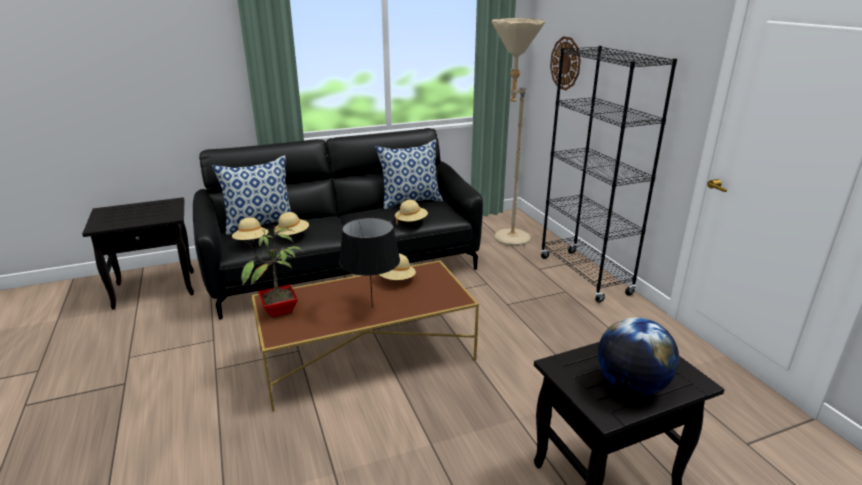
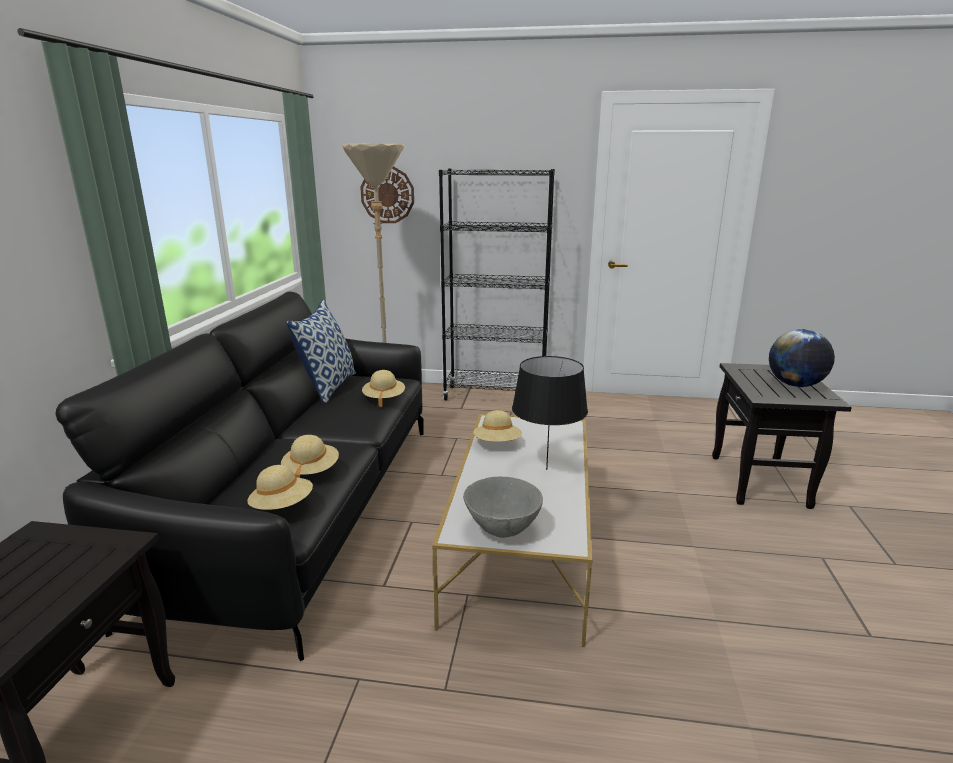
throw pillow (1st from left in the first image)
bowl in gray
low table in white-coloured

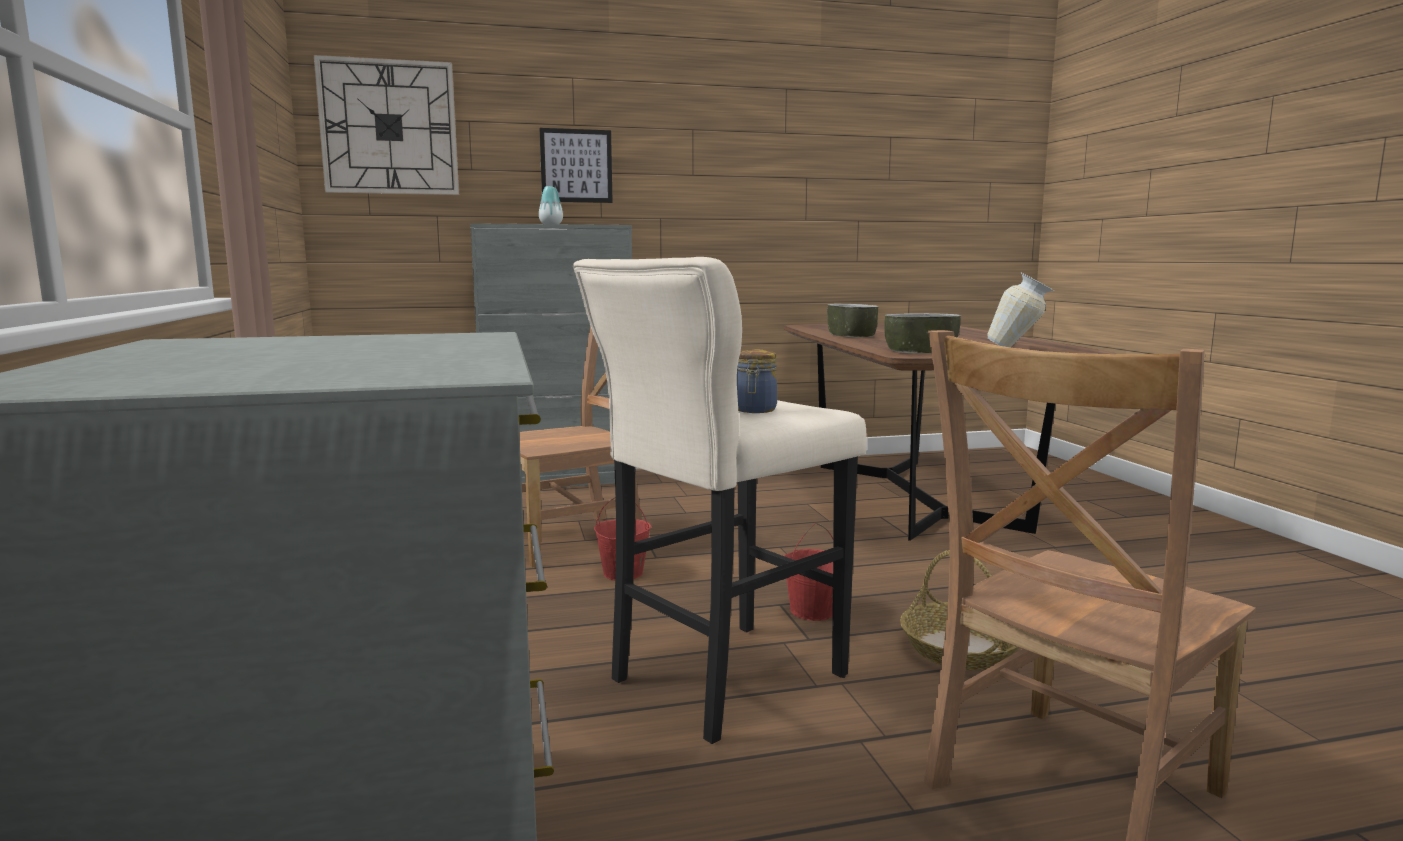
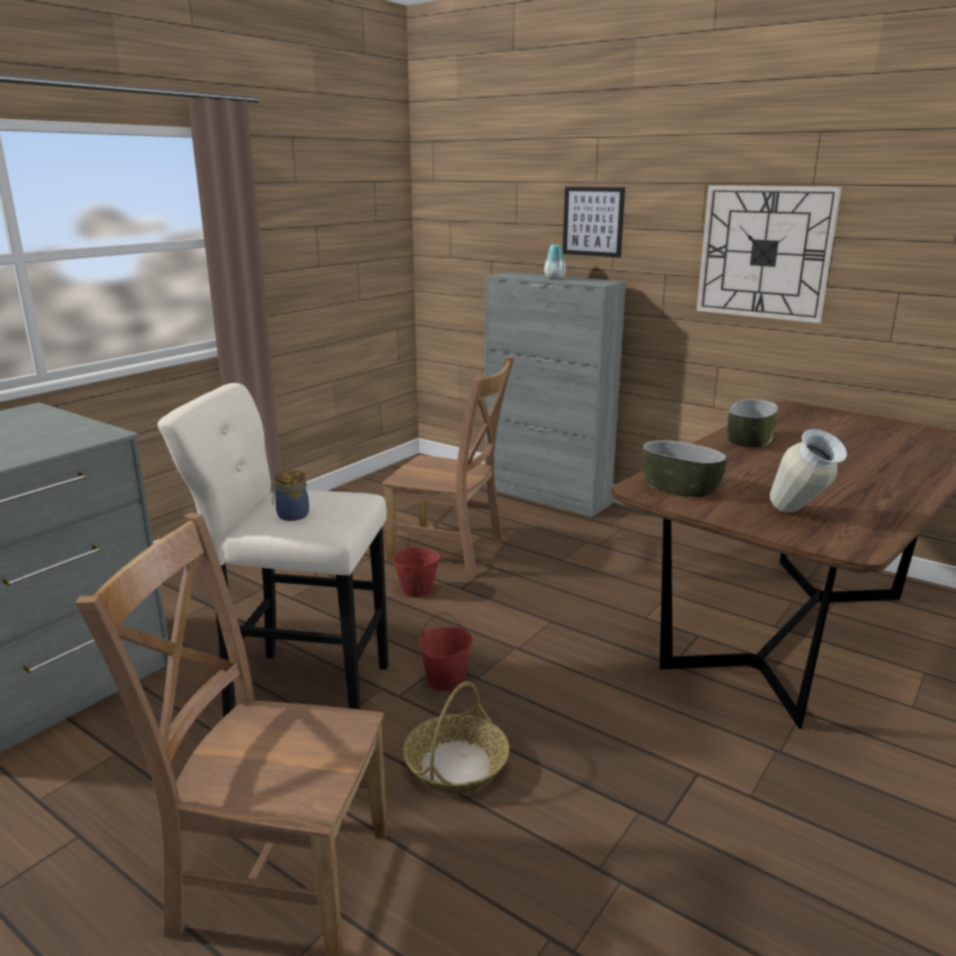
clock on the wall

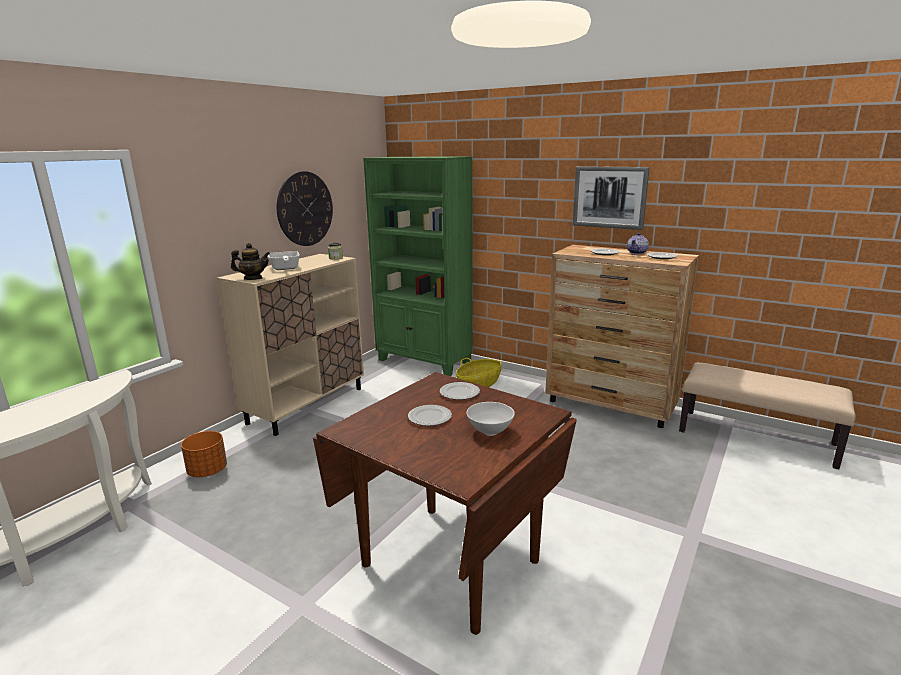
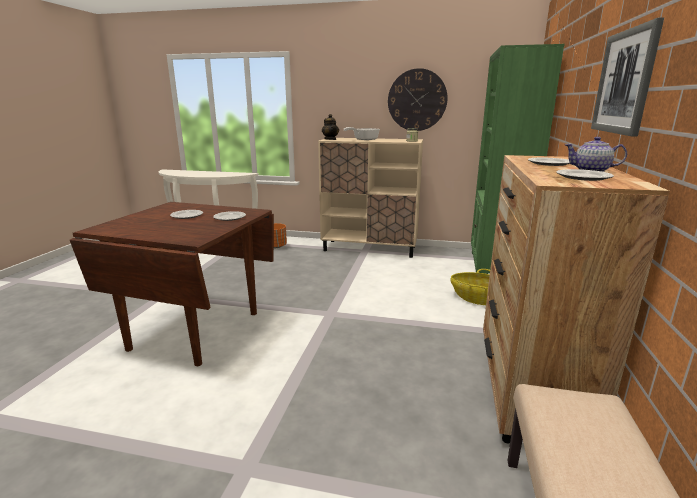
bowl in white-coloured

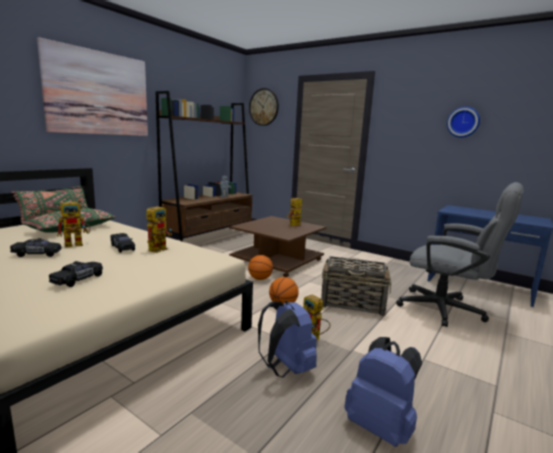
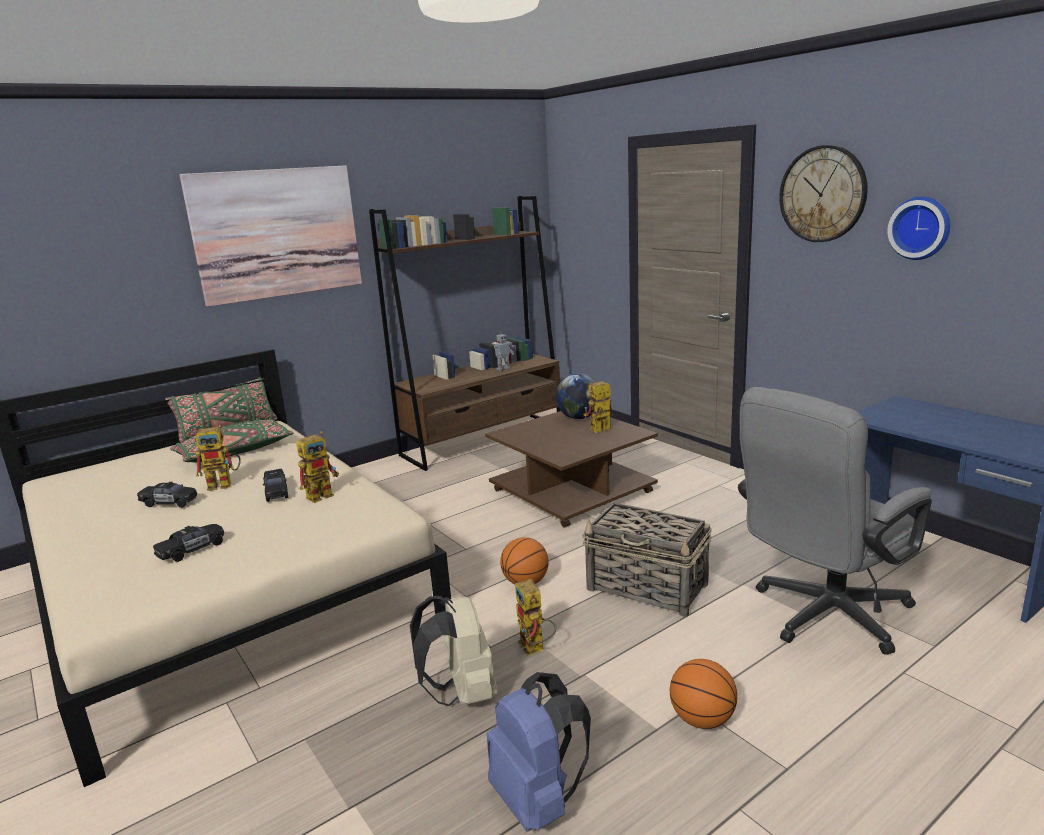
globe
basketball ball (2nd from left)
clock on the wall (1st from left)
rucksack in beige-coloured
office chair in gray

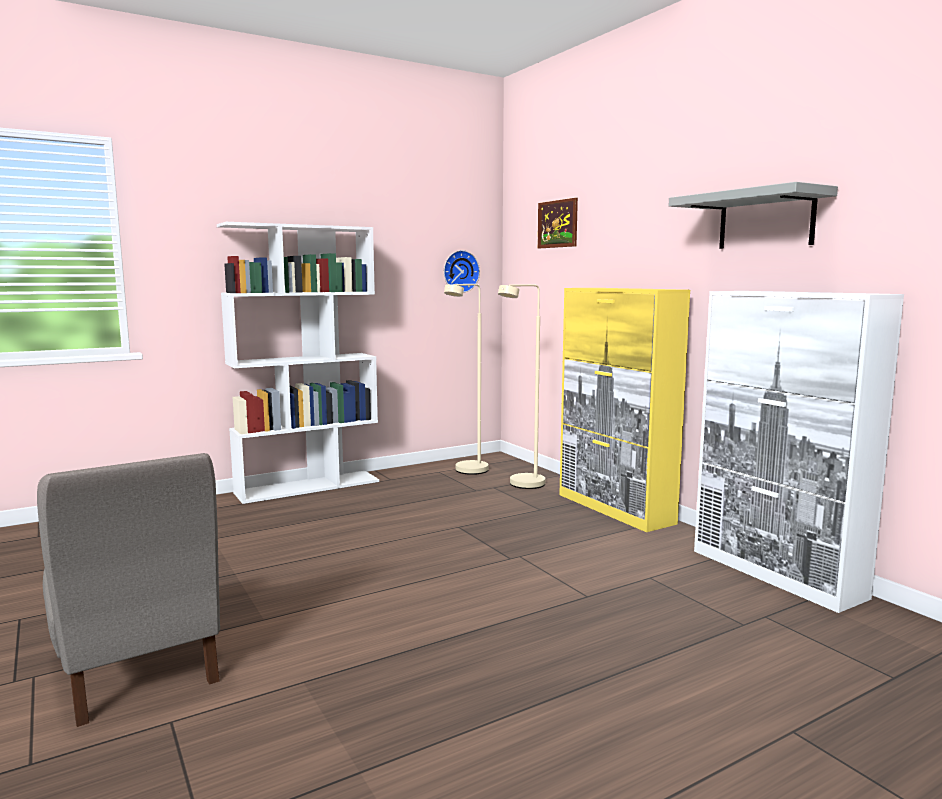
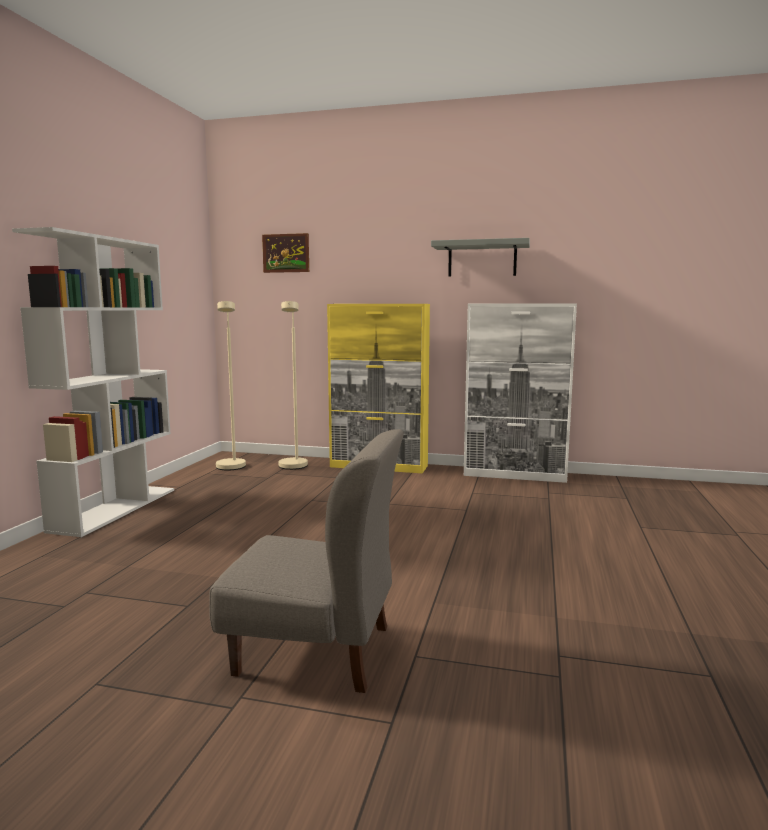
clock on the wall

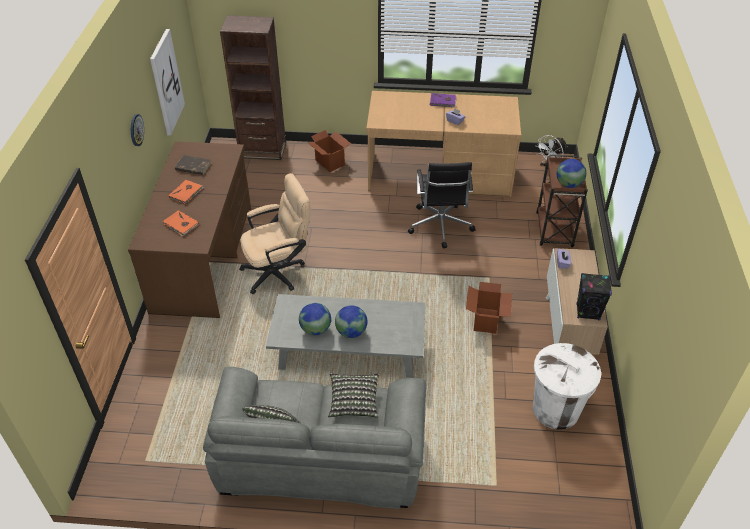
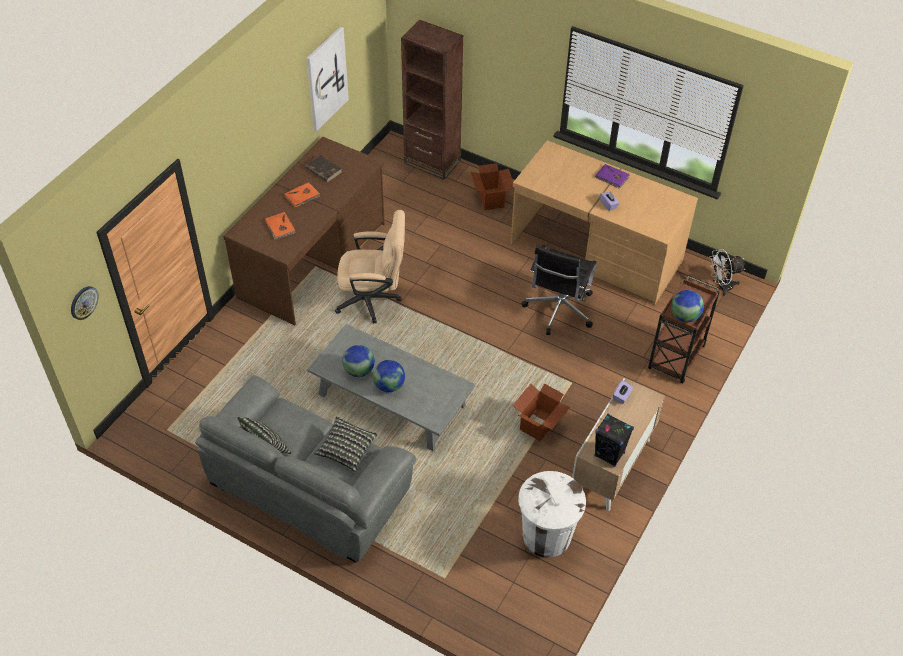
clock on the wall

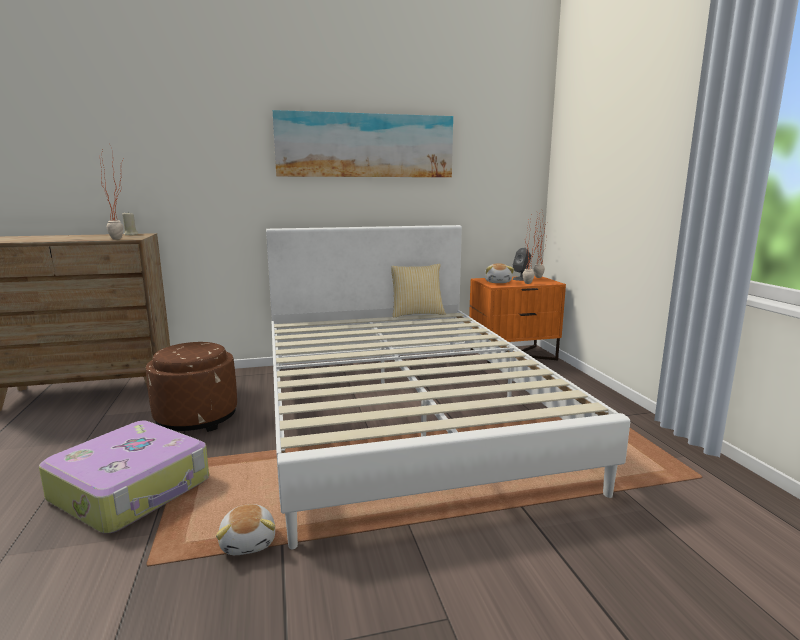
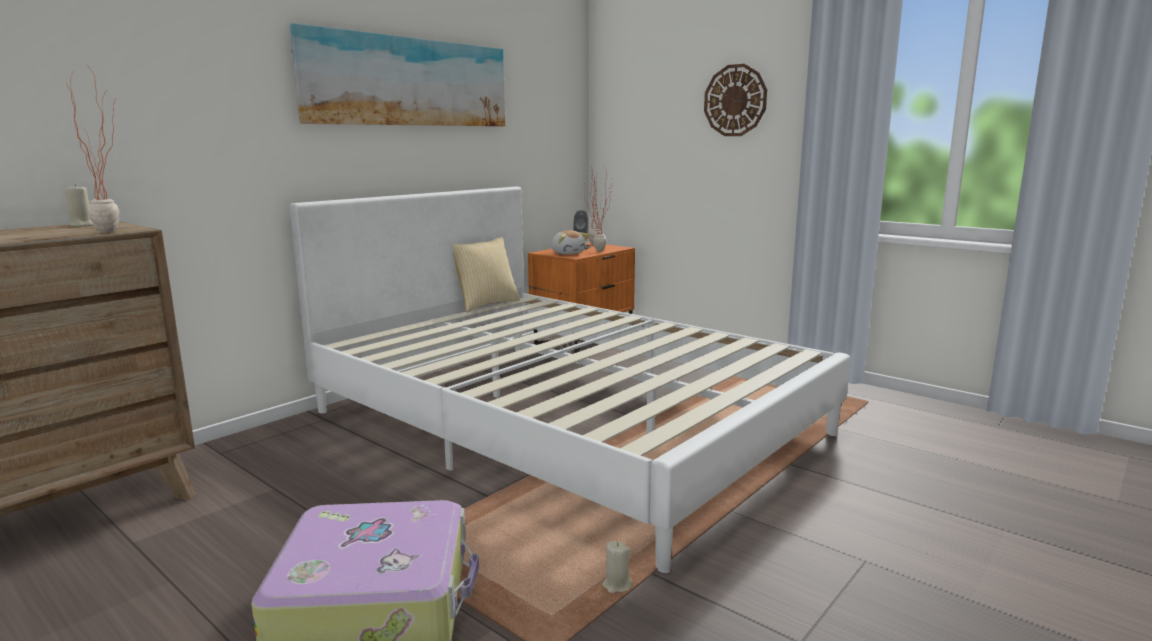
footrest in brown
clock on the wall
wax light in beige-coloured (2nd from left)

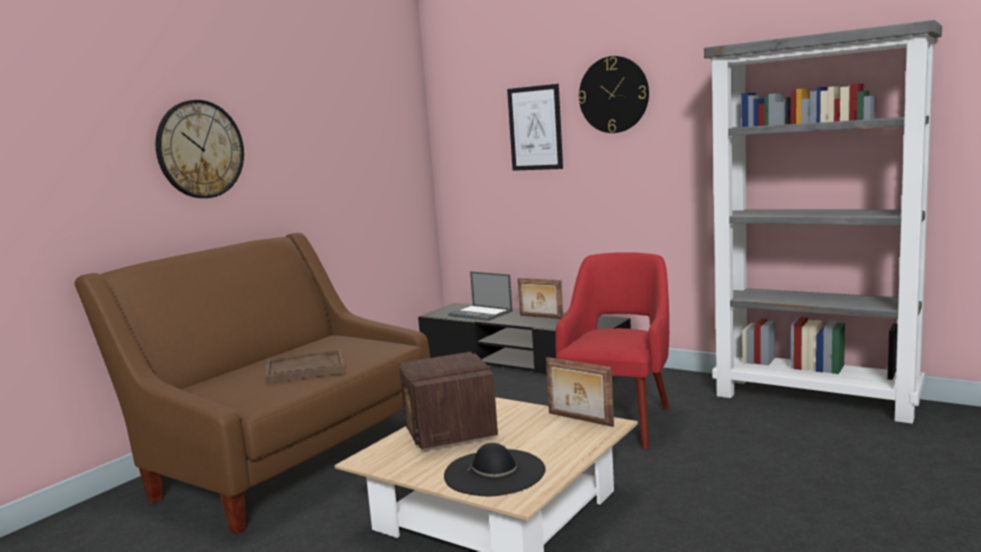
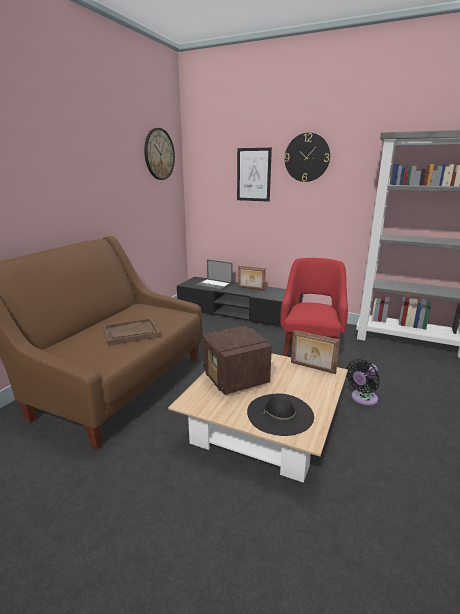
fan in black
clock on the wall (1st from left)

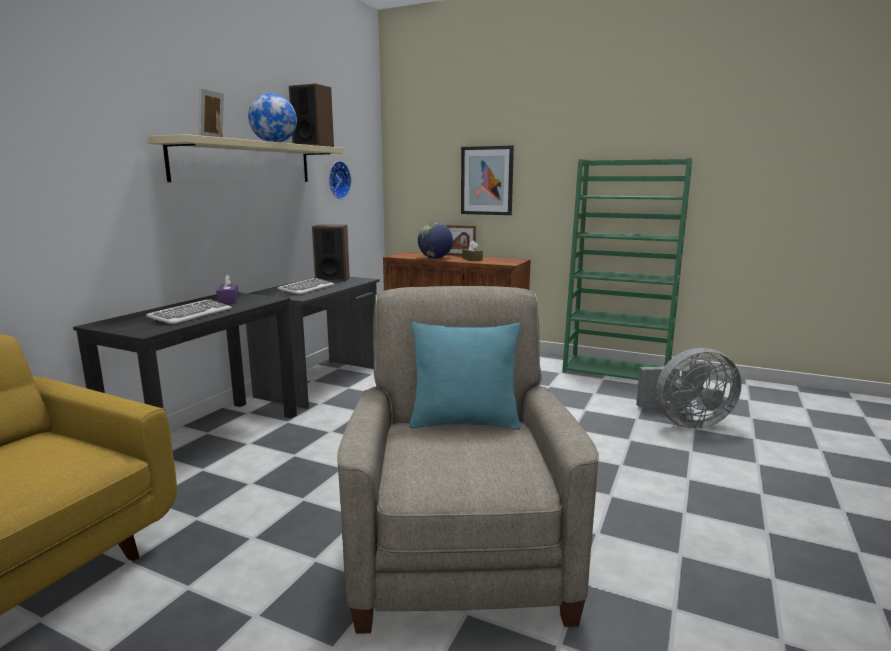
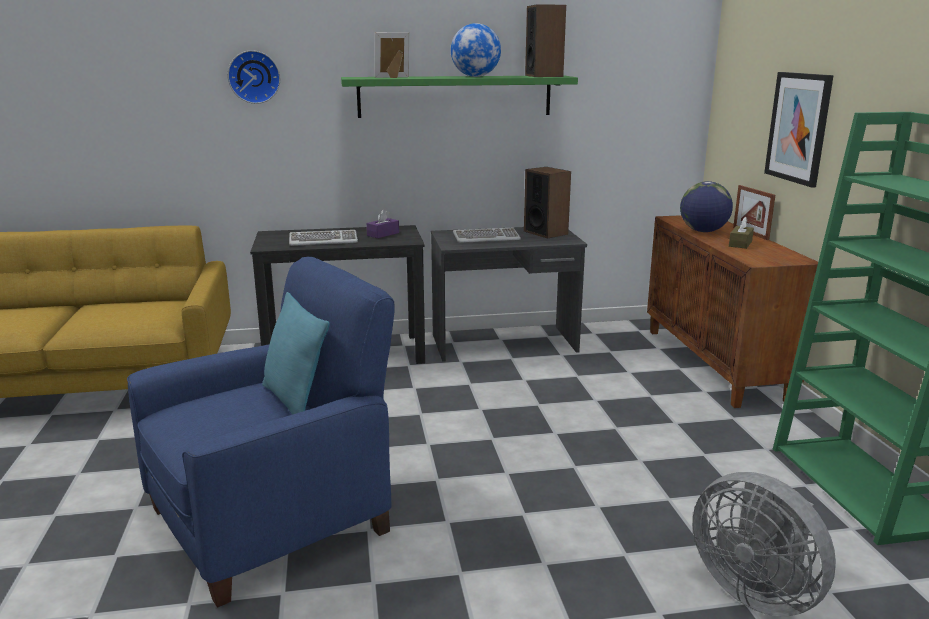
clock on the wall
wall shelf in green-coloured
lounge chair in blue

